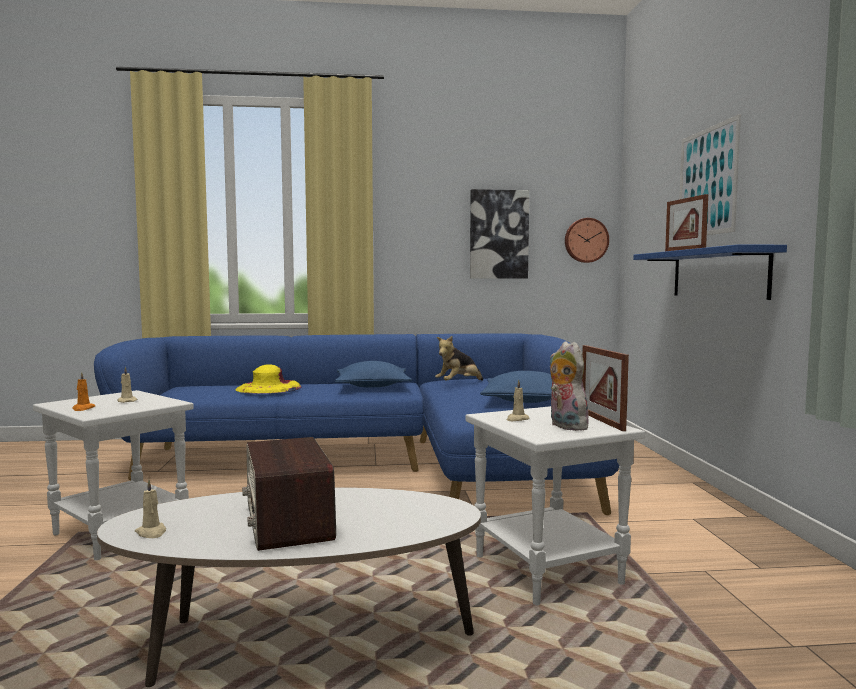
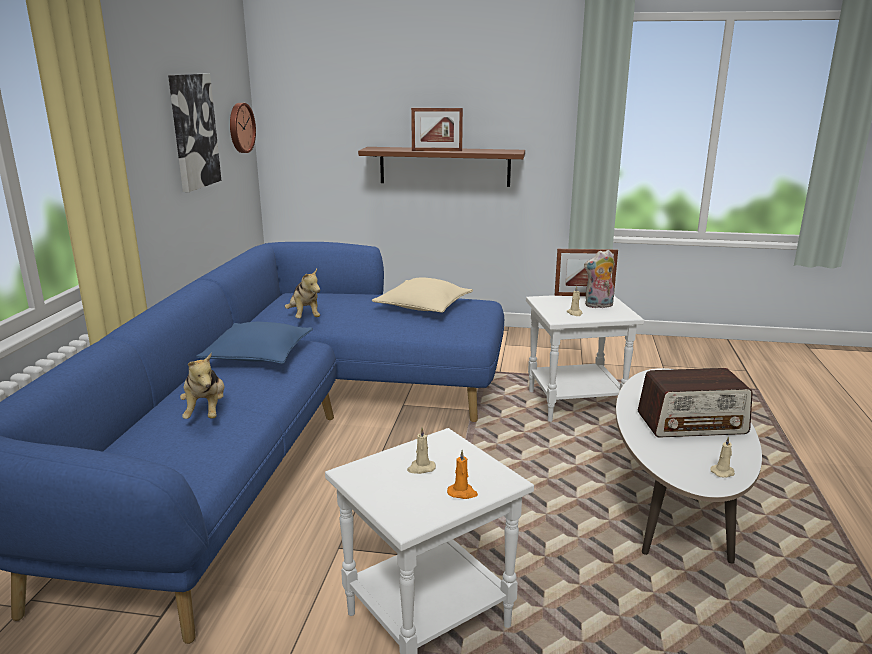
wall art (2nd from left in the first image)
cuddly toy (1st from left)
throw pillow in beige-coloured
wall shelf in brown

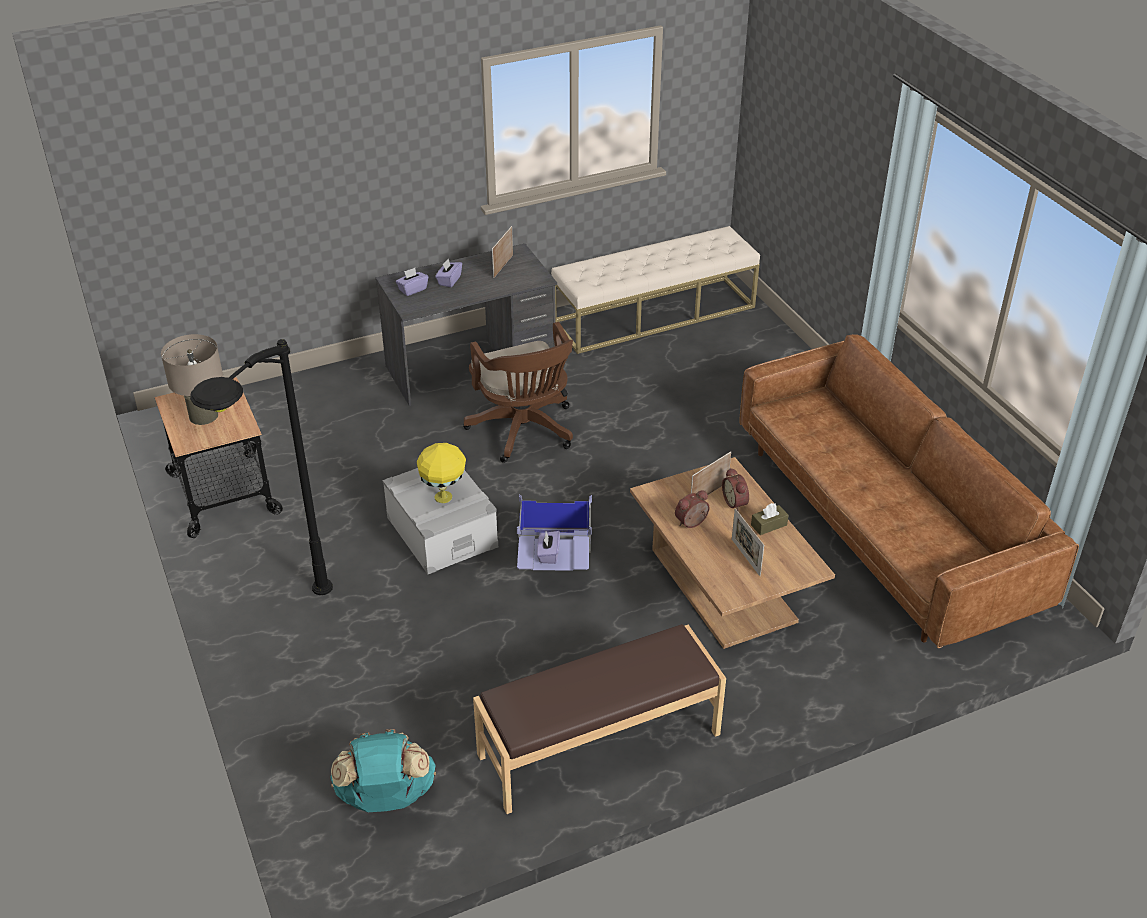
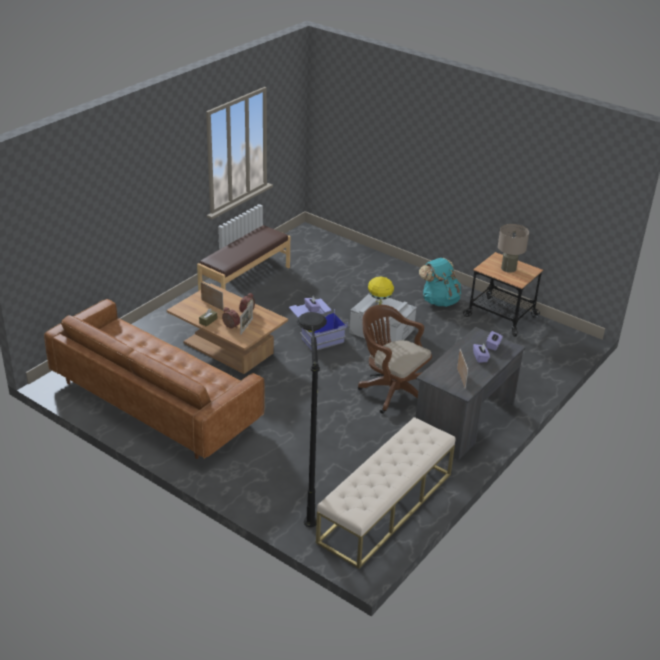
standing lamp in black
rucksack in turquoise-coloured

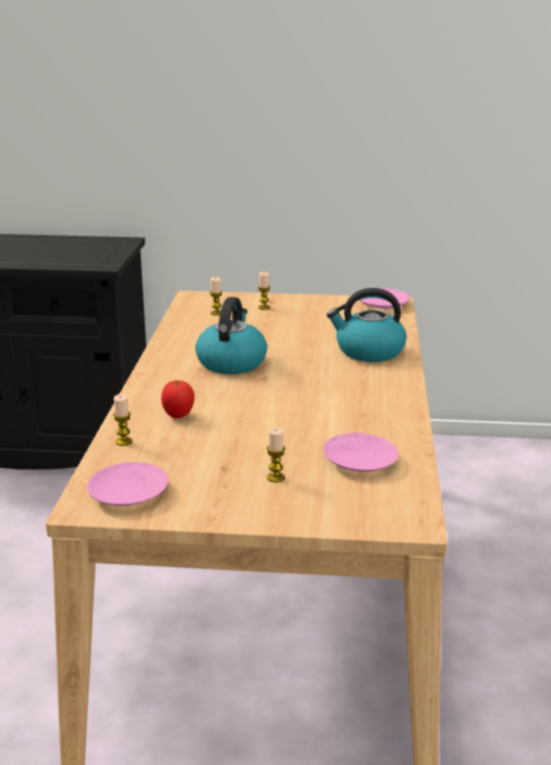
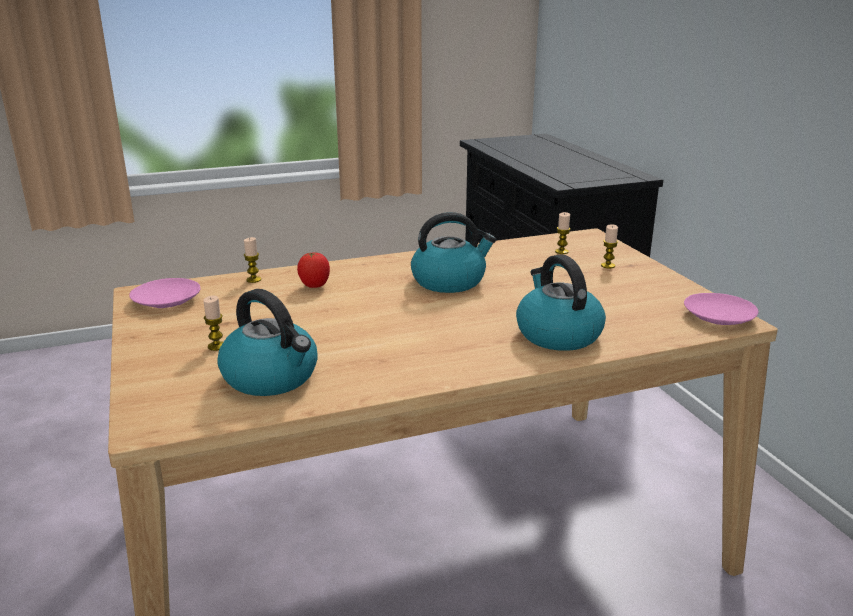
tea kettle (1st from left)

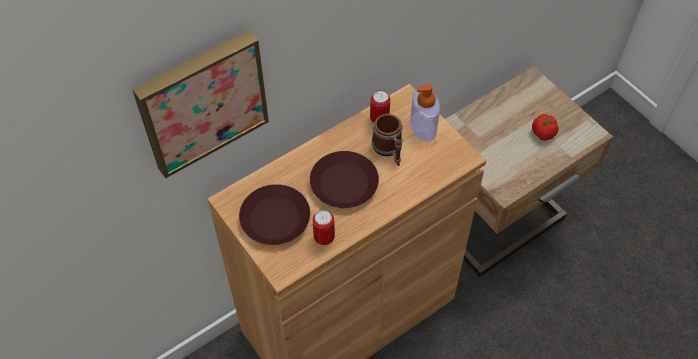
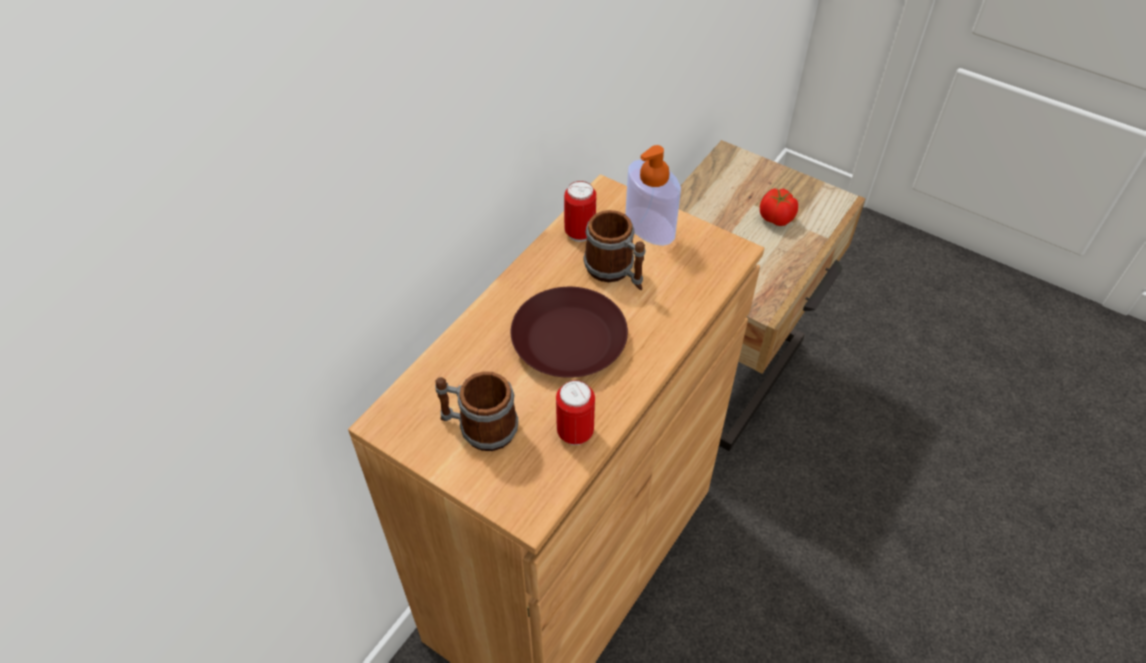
wall art
coffee mug (1st from left)

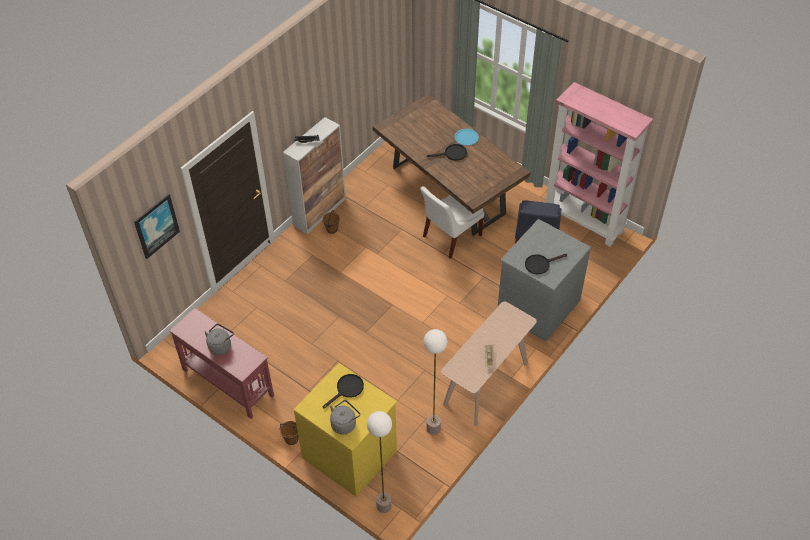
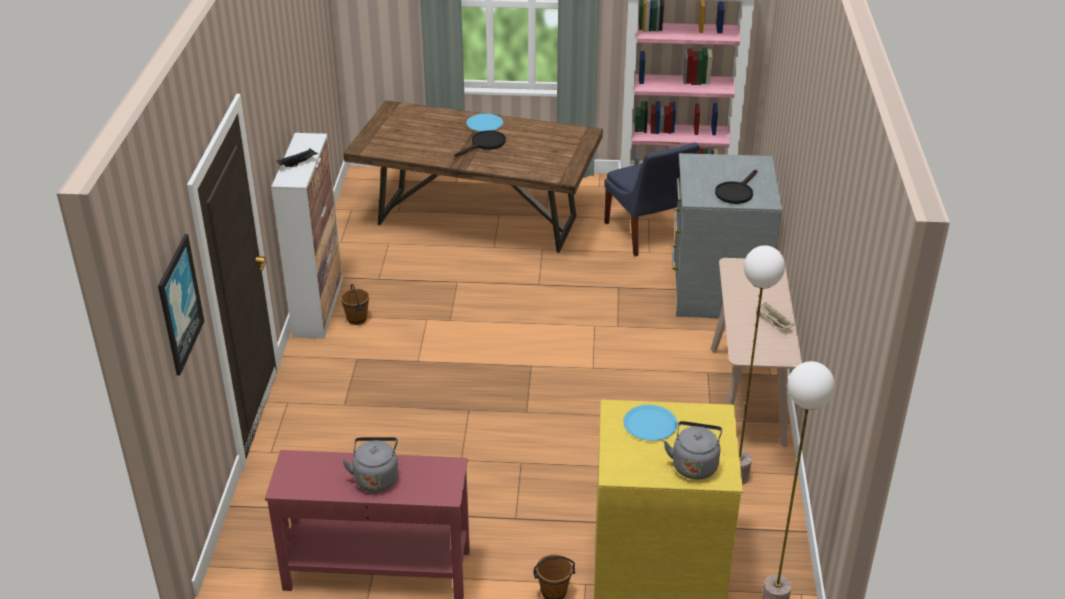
plain chair in white-coloured
plate in blue (2nd from left)

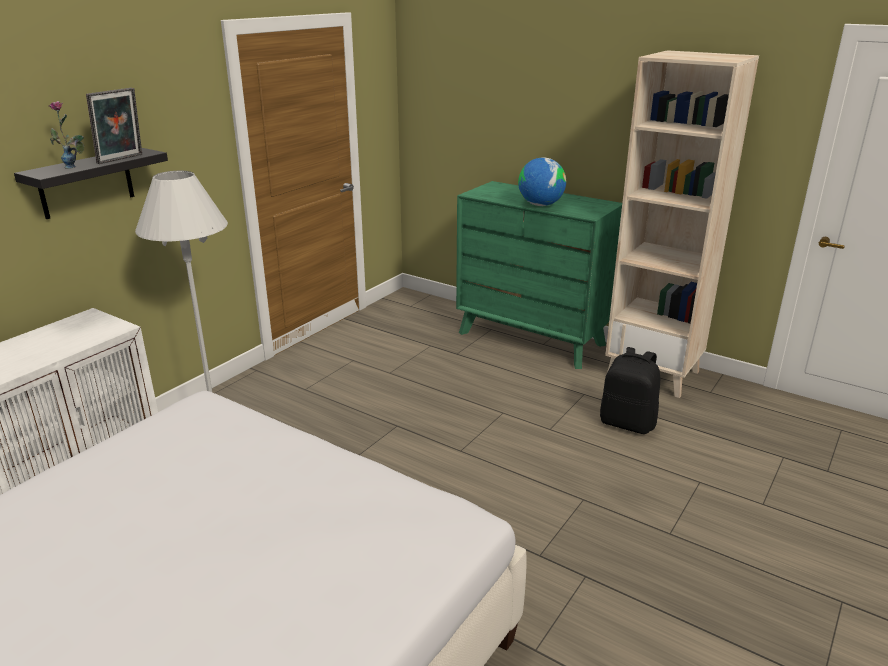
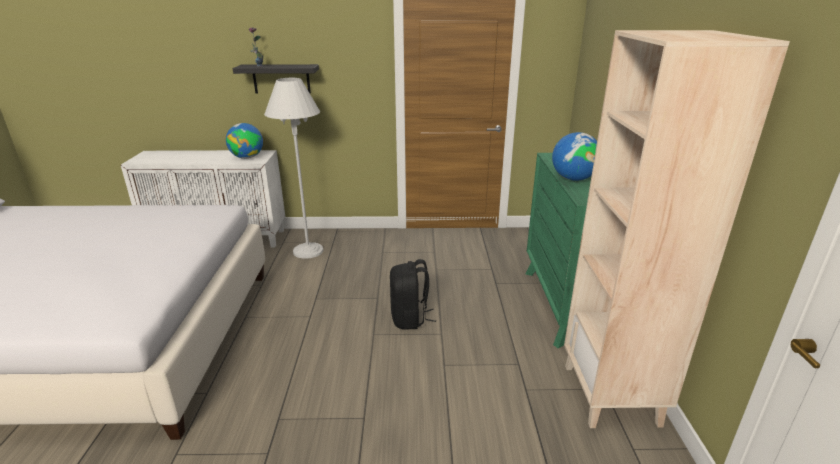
standing frame
globe (1st from left)
rucksack in black

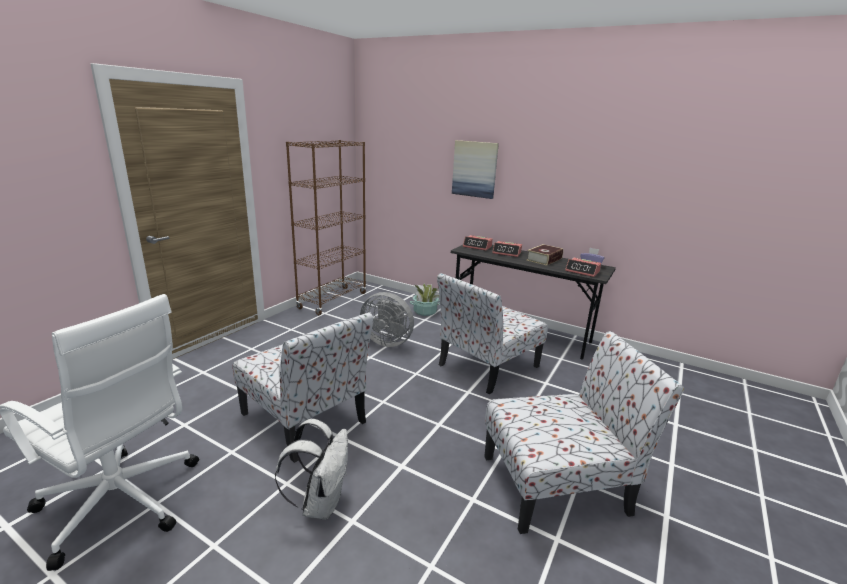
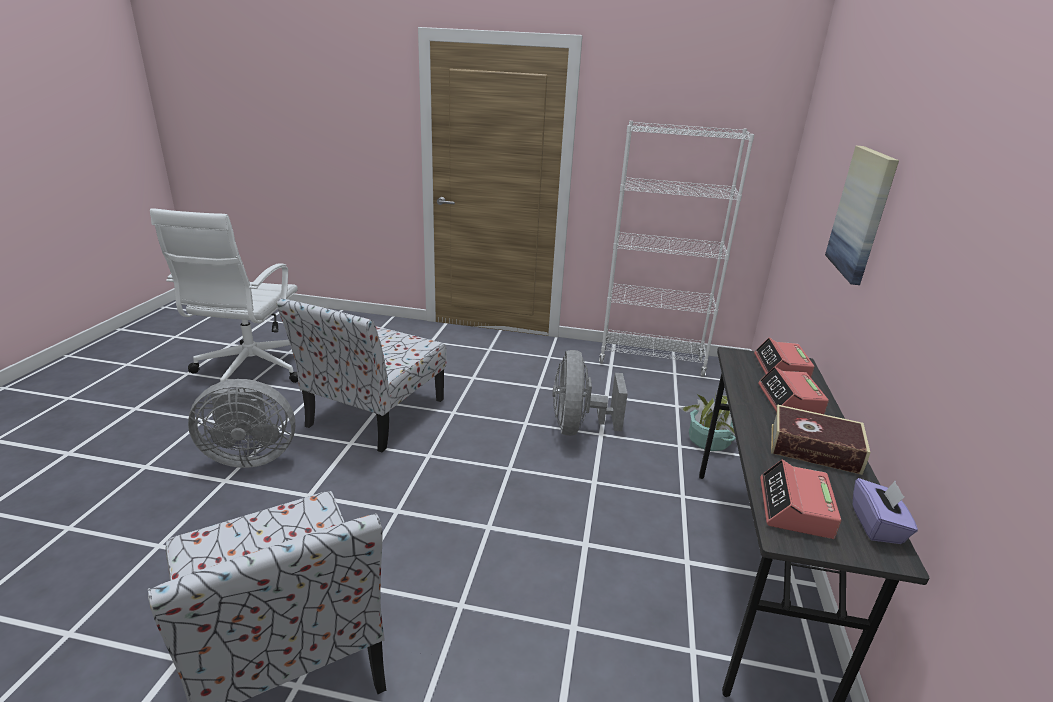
plain chair (2nd from left in the first image)
fan in gray (1st from left)
bookshelf in white-coloured

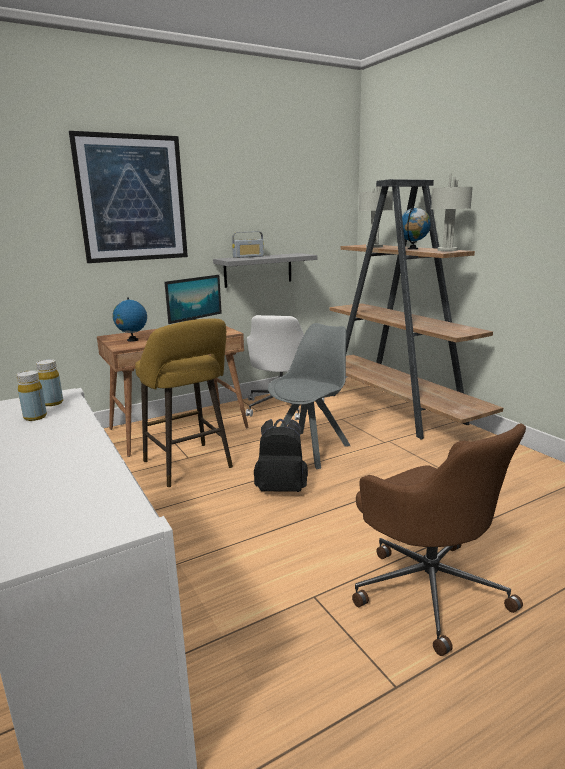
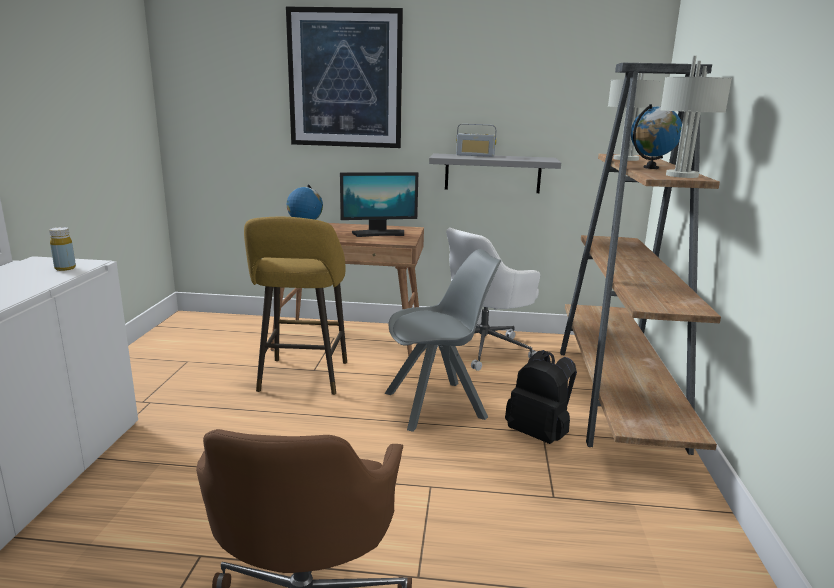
beverage bottle in yellowish (1st from left in the first image)
rucksack in black

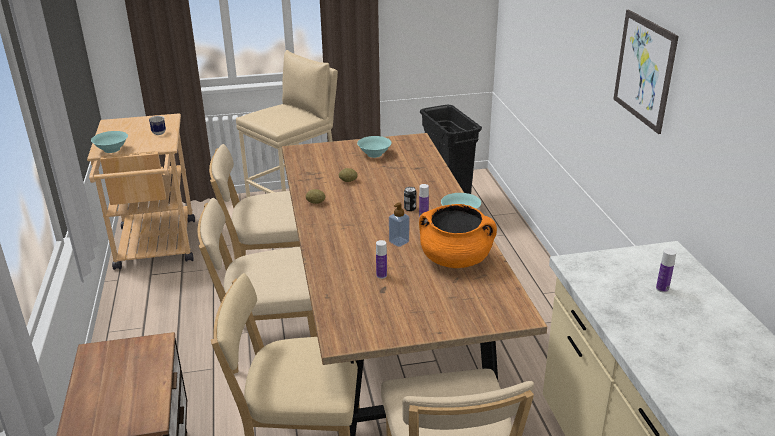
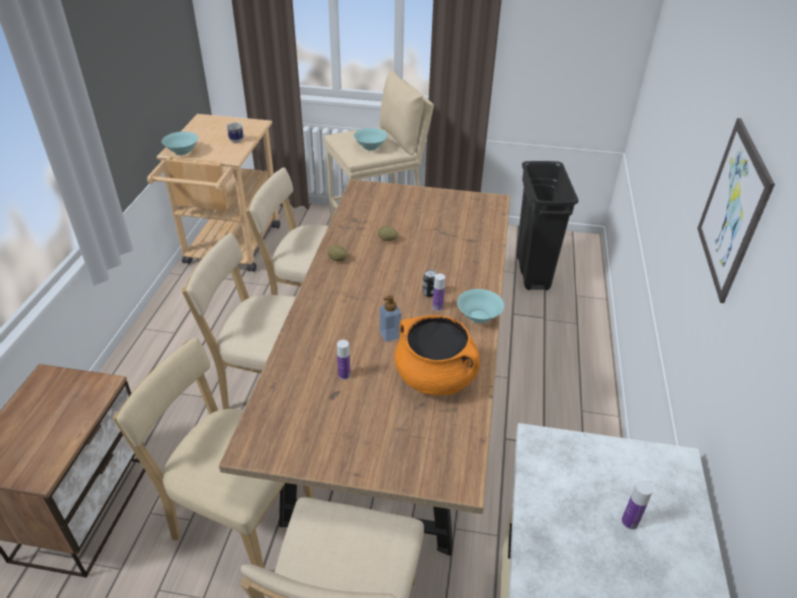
bowl in turquoise-coloured (2nd from left)

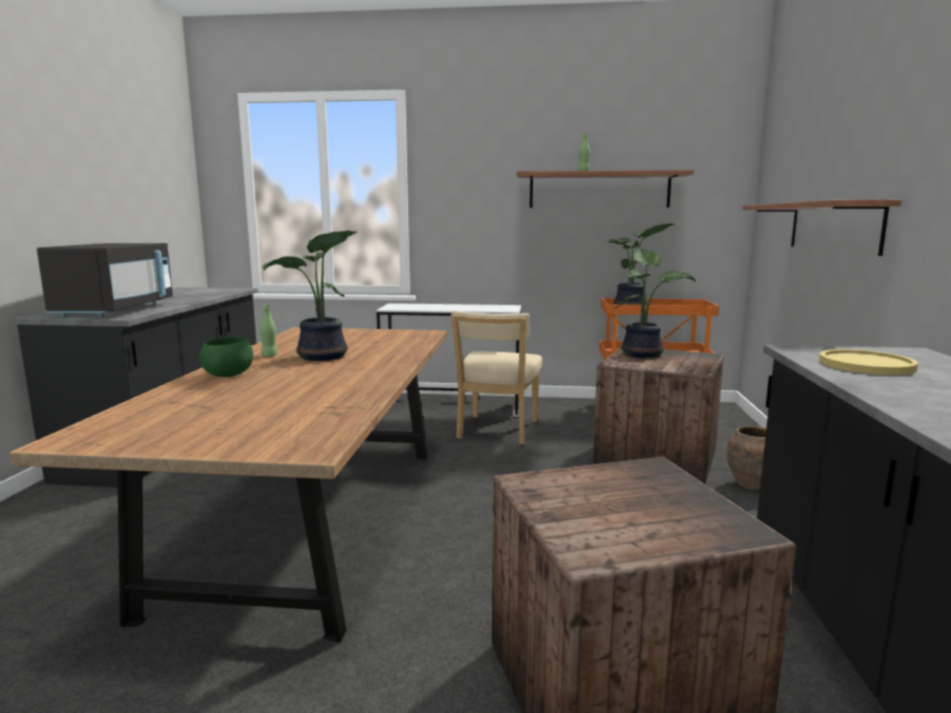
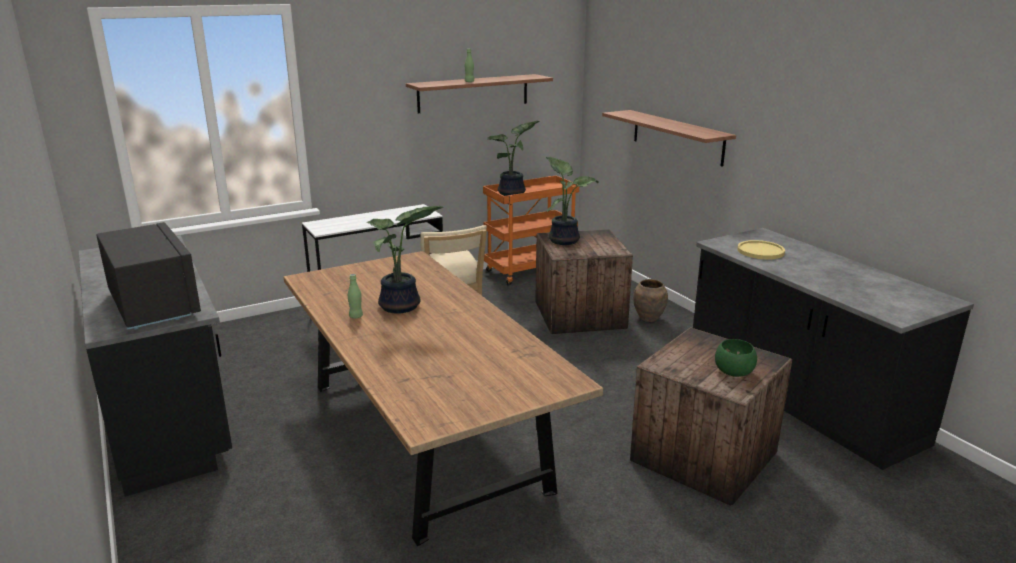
bowl in green-coloured

